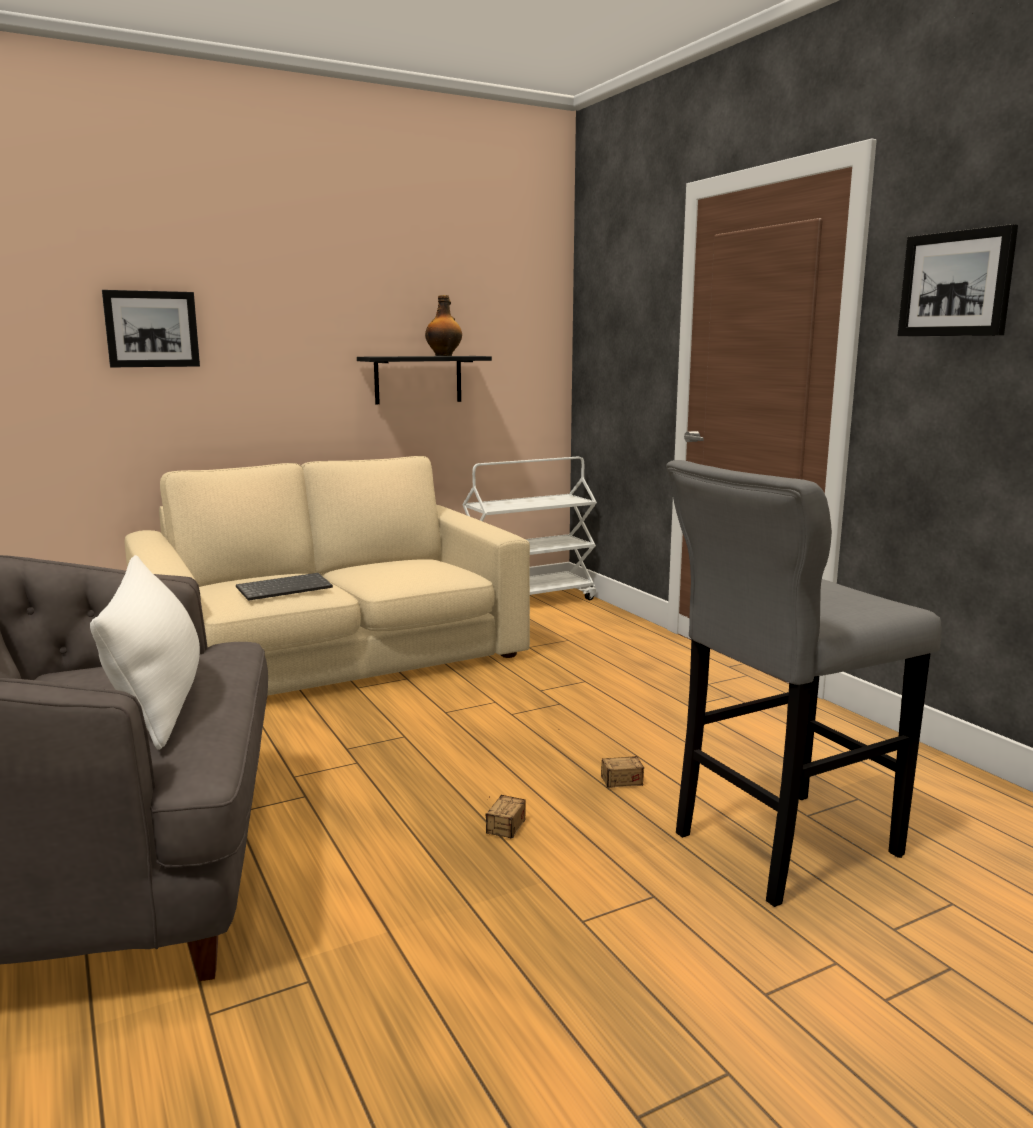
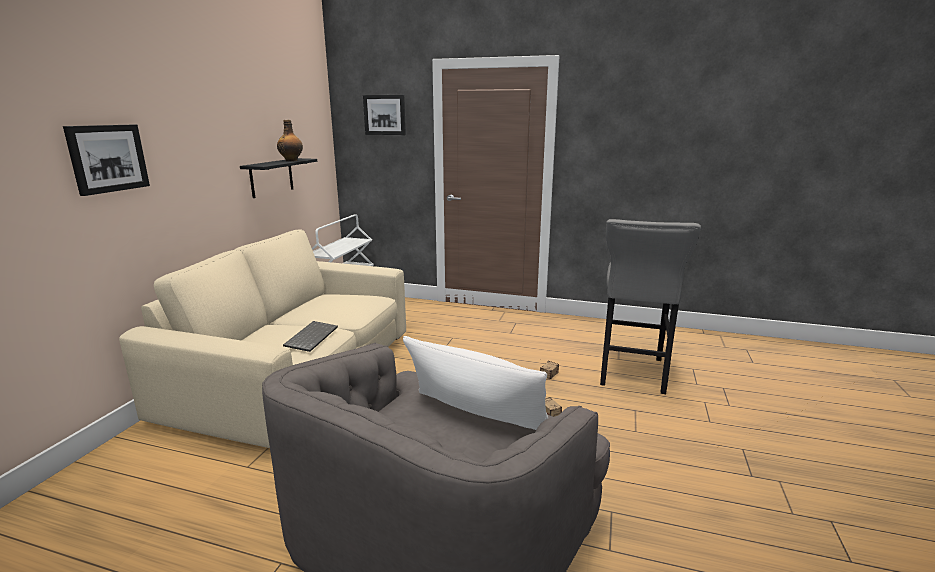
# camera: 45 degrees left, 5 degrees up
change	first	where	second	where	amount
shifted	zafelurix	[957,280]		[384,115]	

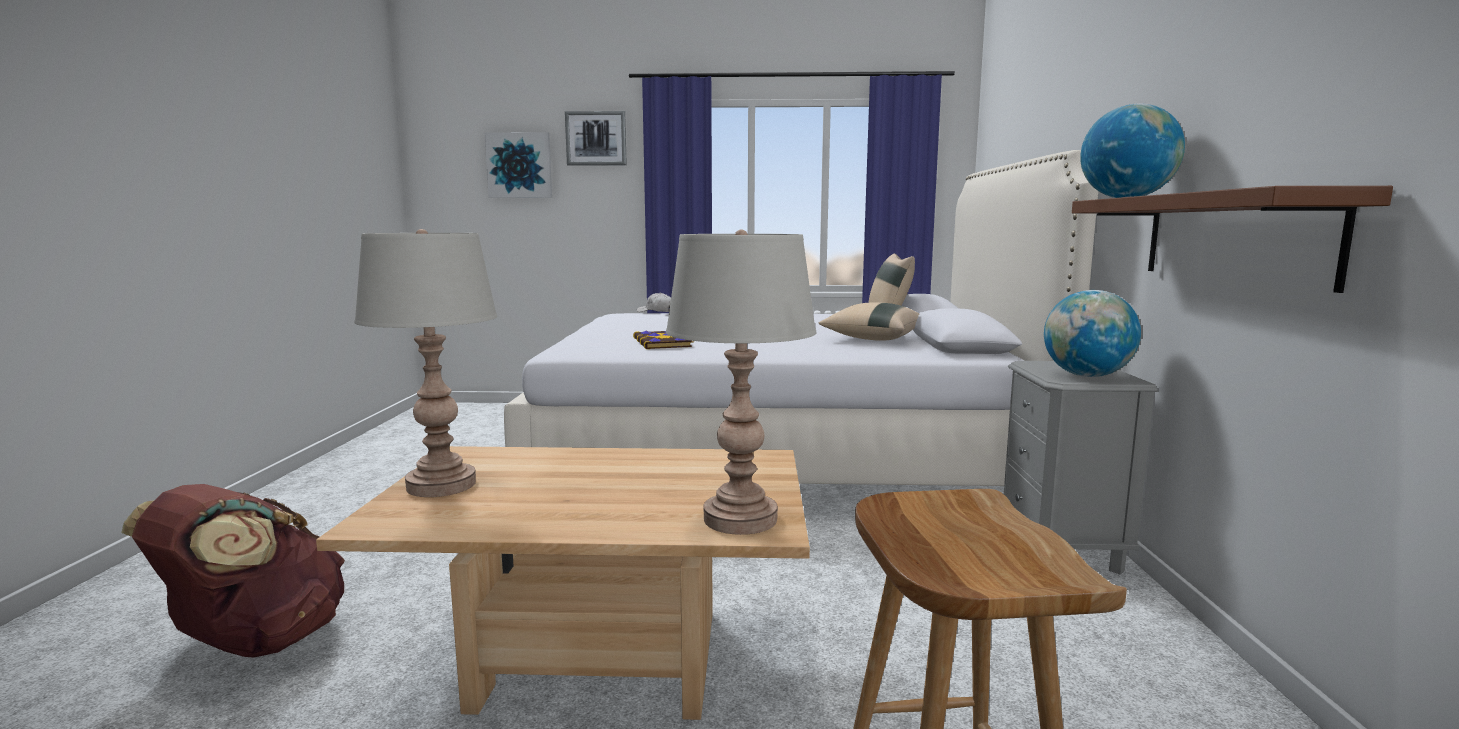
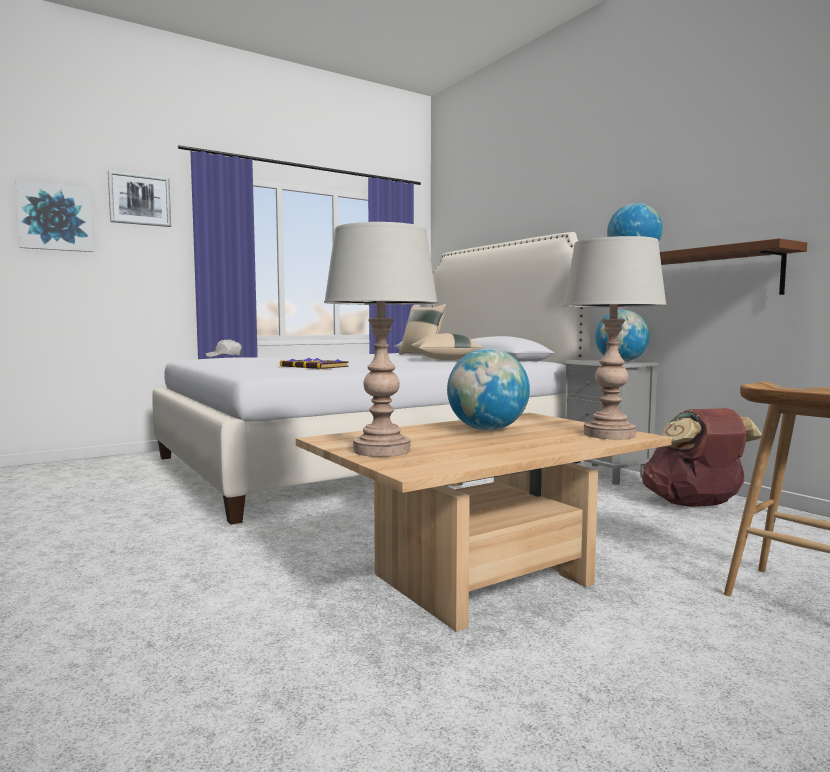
# camera: 35 degrees left, 5 degrees down
change	first	where	second	where	amount
shifted	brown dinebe	[233,571]		[702,457]	
new			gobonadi	[488,390]	

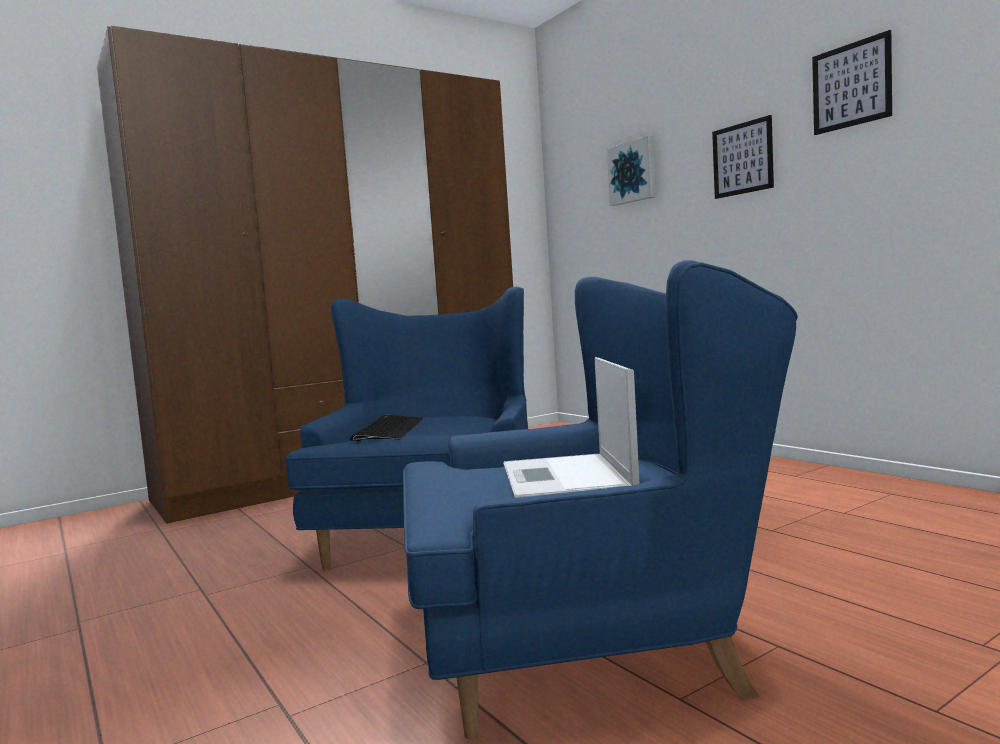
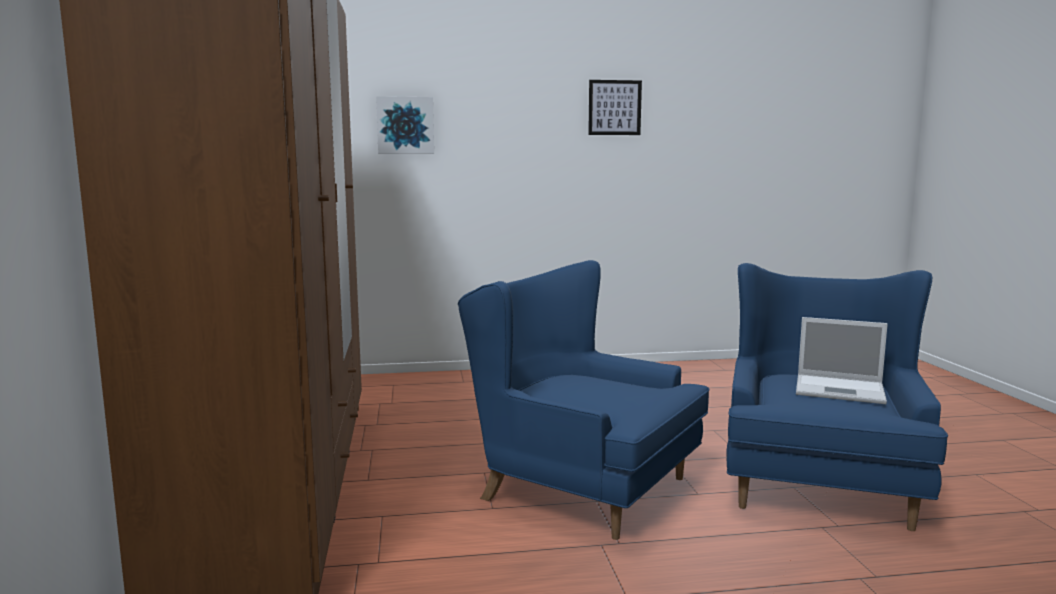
# camera: 65 degrees left, 5 degrees up
change	first	where	second	where	amount
gone	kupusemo	[386,428]			
gone	zafelurix	[743,157]			

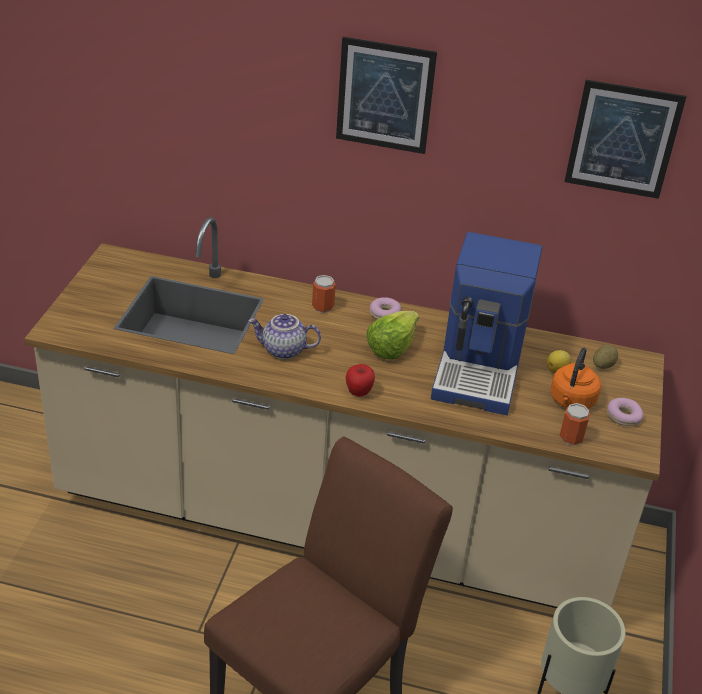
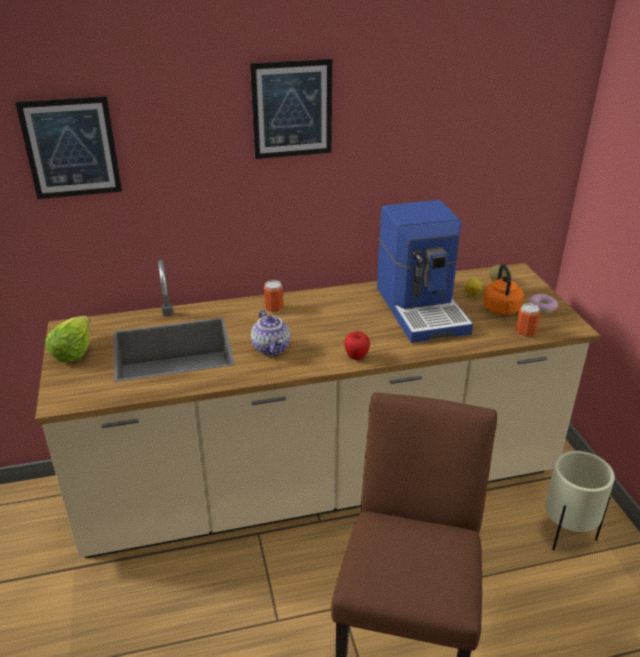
# camera: 25 degrees left, 5 degrees down
change	first	where	second	where	amount
rotated	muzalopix	[284,336]		[270,333]	90 degrees counterclockwise
shifted	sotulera	[392,335]		[67,339]	
gone	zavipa	[385,308]			
shifted	zafelurix	[625,139]		[68,147]	

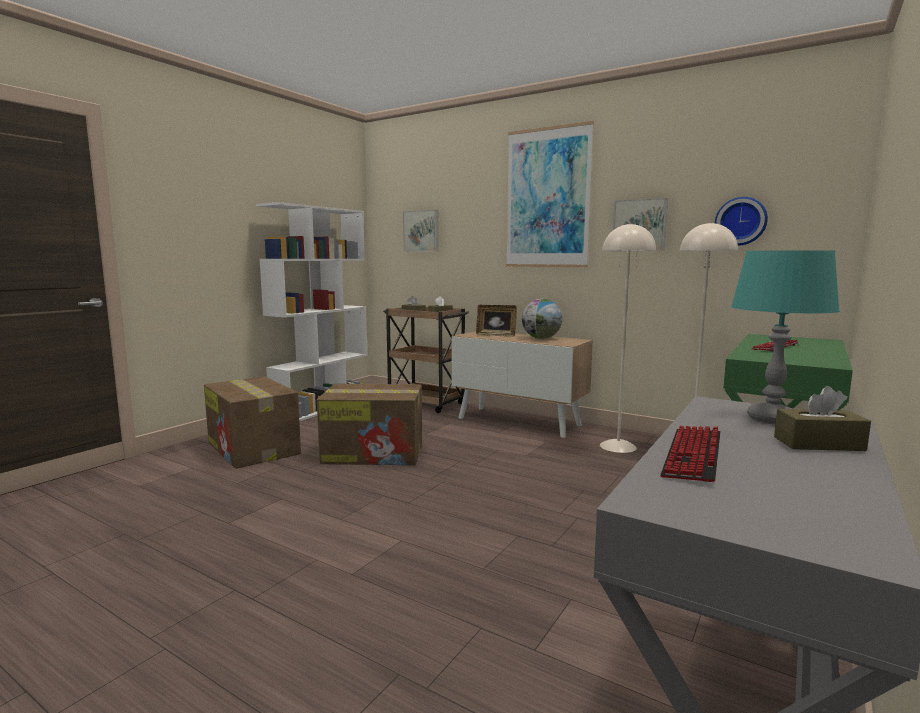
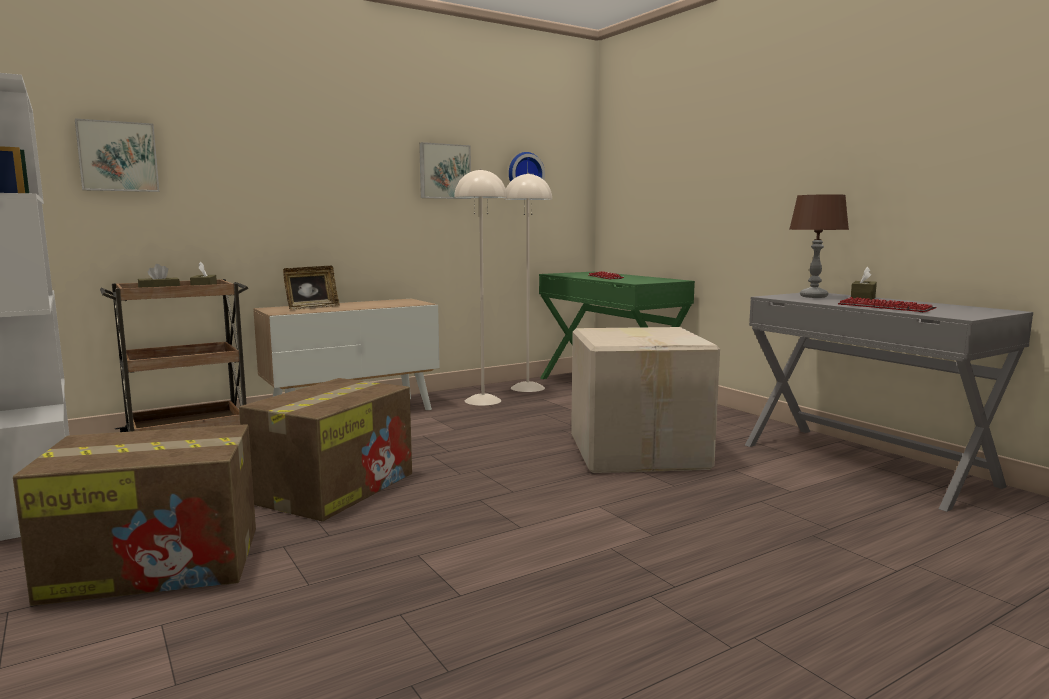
# camera: 65 degrees left, 0 degrees up
change	first	where	second	where	amount
gone	zafelurix	[550,194]			
gone	gobonadi	[542,319]			
repainted	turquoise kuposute	[785,337]	brown kuposute	[819,246]	
new			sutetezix	[645,400]	

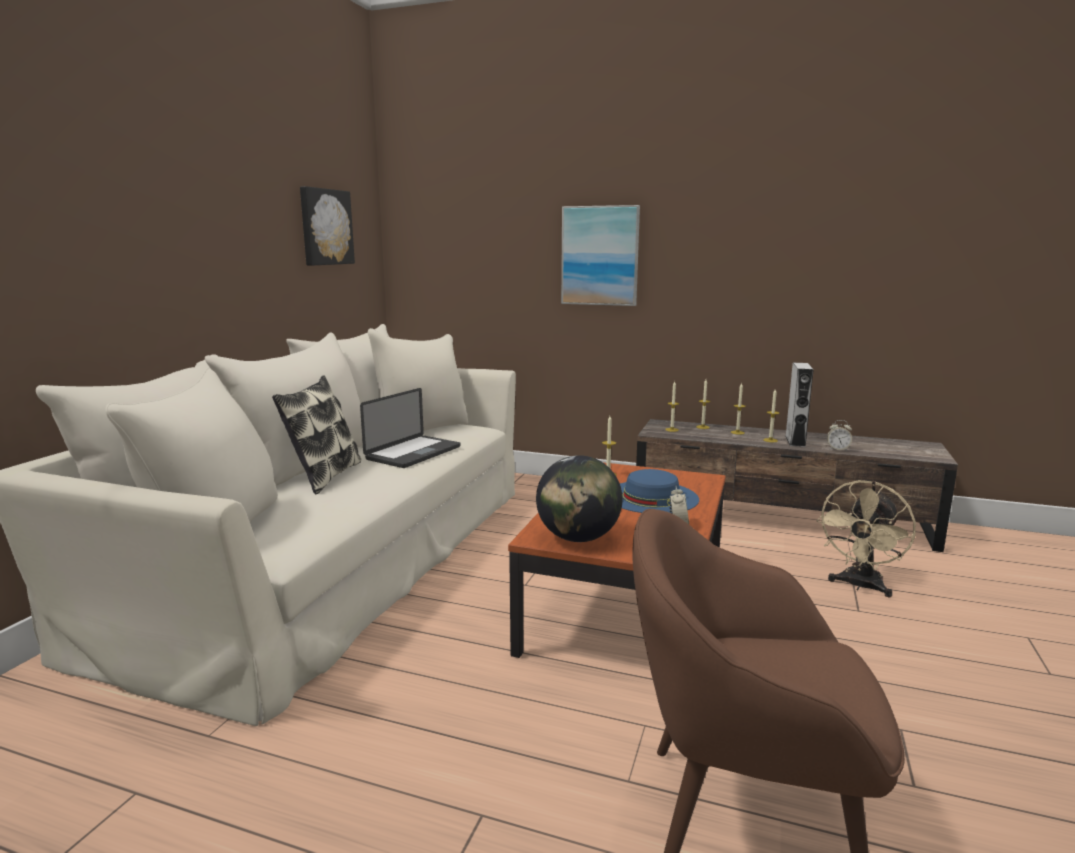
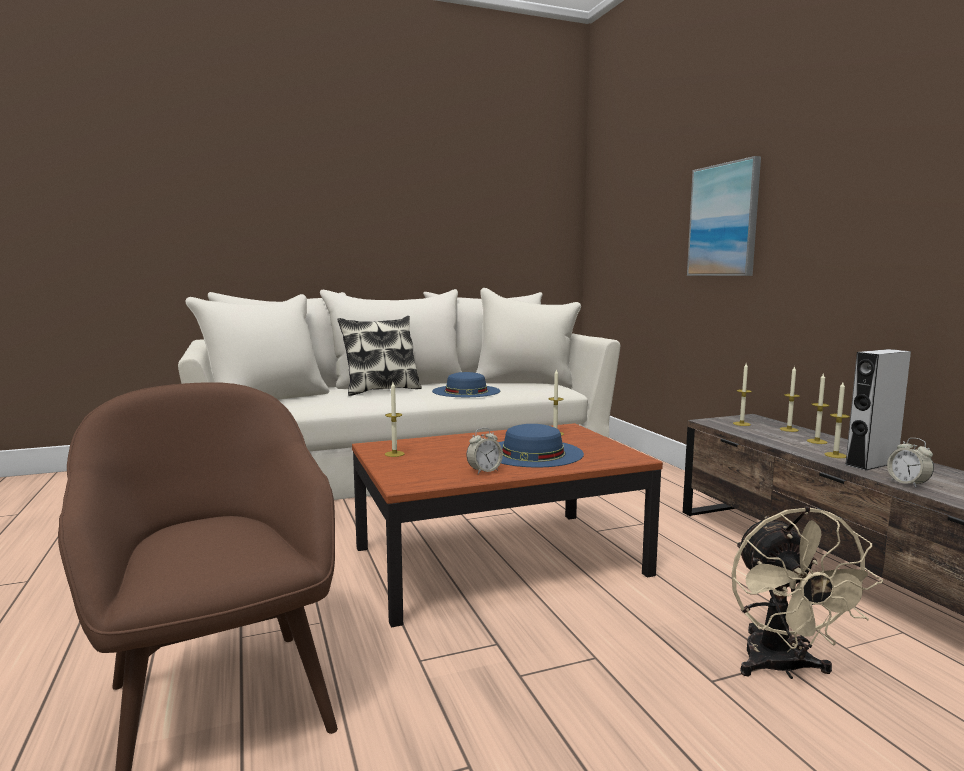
# camera: 50 degrees right, 5 degrees down
change	first	where	second	where	amount
gone	zafelurix	[327,226]			
swapped	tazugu	[410,428]	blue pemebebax	[466,384]	
swapped	gobonadi	[579,498]	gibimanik	[395,419]	
rotated	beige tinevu	[866,539]		[807,593]	90 degrees counterclockwise

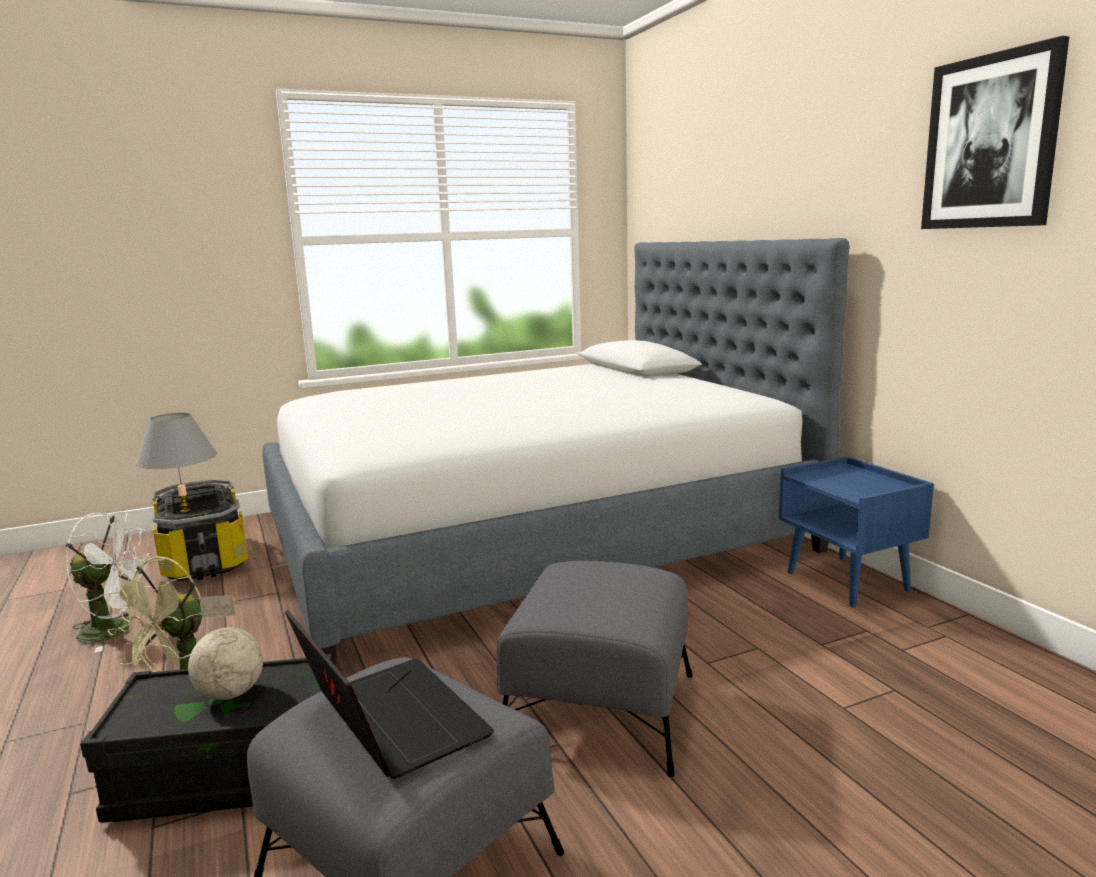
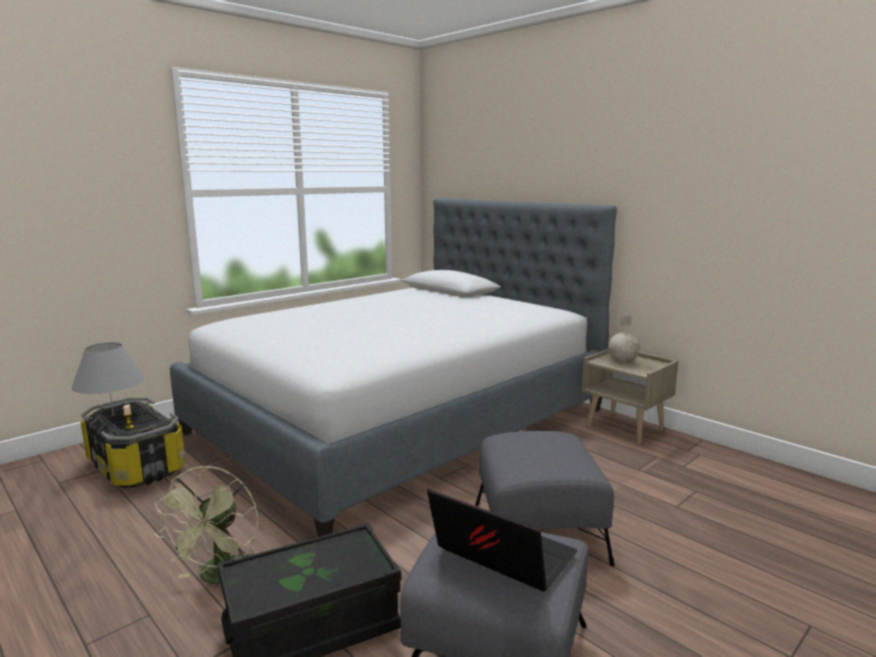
# camera: 20 degrees left, 0 degrees up
change	first	where	second	where	amount
gone	white tinevu	[110,582]			
shifted	gobonadi	[225,647]		[624,339]	
repainted	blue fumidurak	[856,532]	beige fumidurak	[630,396]	
gone	zafelurix	[995,132]			

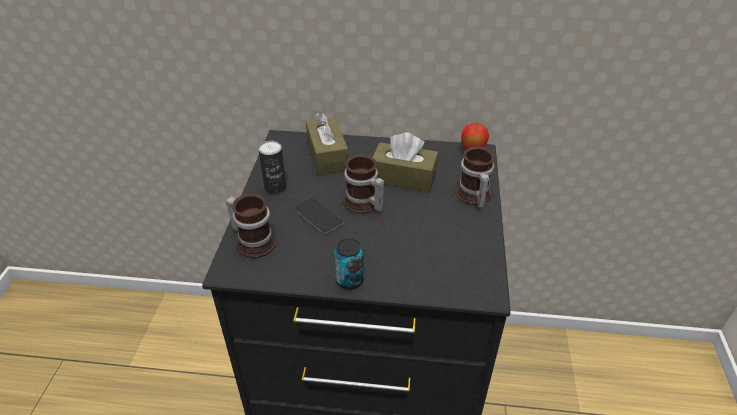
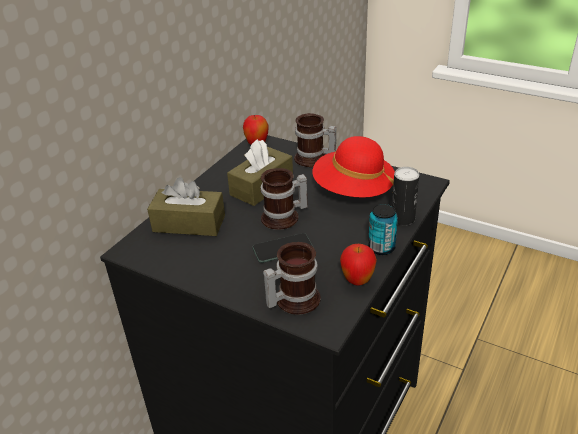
# camera: 65 degrees left, 5 degrees down
change	first	where	second	where	amount
shifted	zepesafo	[273,167]		[406,196]	
new			red pemebebax	[354,167]	
new			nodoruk	[358,265]	

